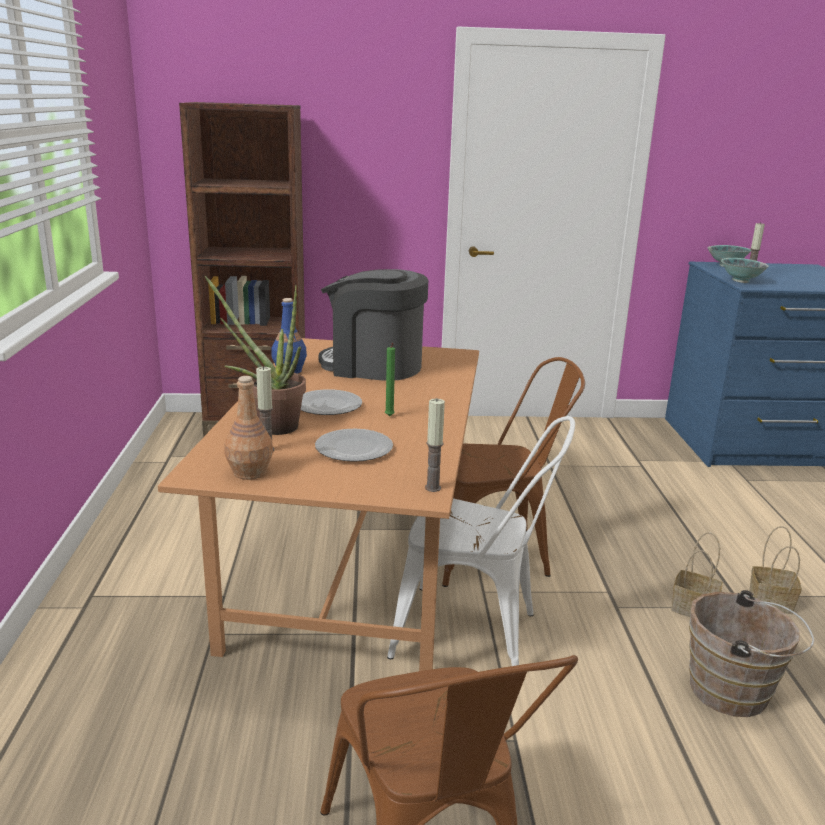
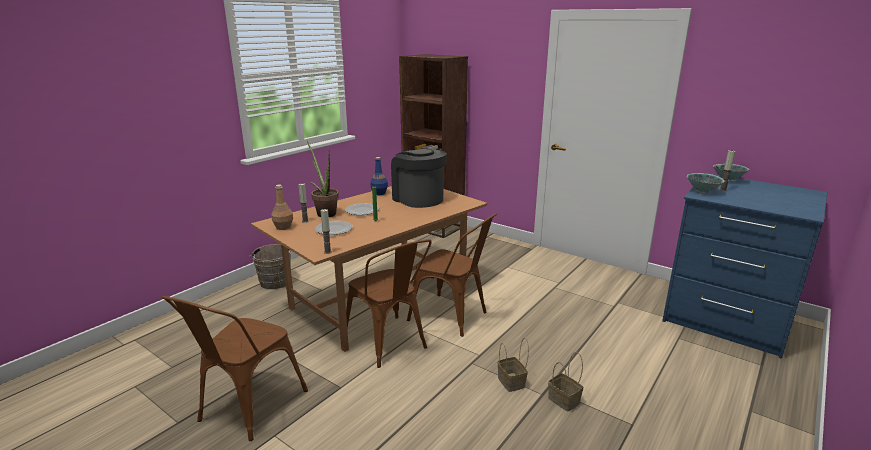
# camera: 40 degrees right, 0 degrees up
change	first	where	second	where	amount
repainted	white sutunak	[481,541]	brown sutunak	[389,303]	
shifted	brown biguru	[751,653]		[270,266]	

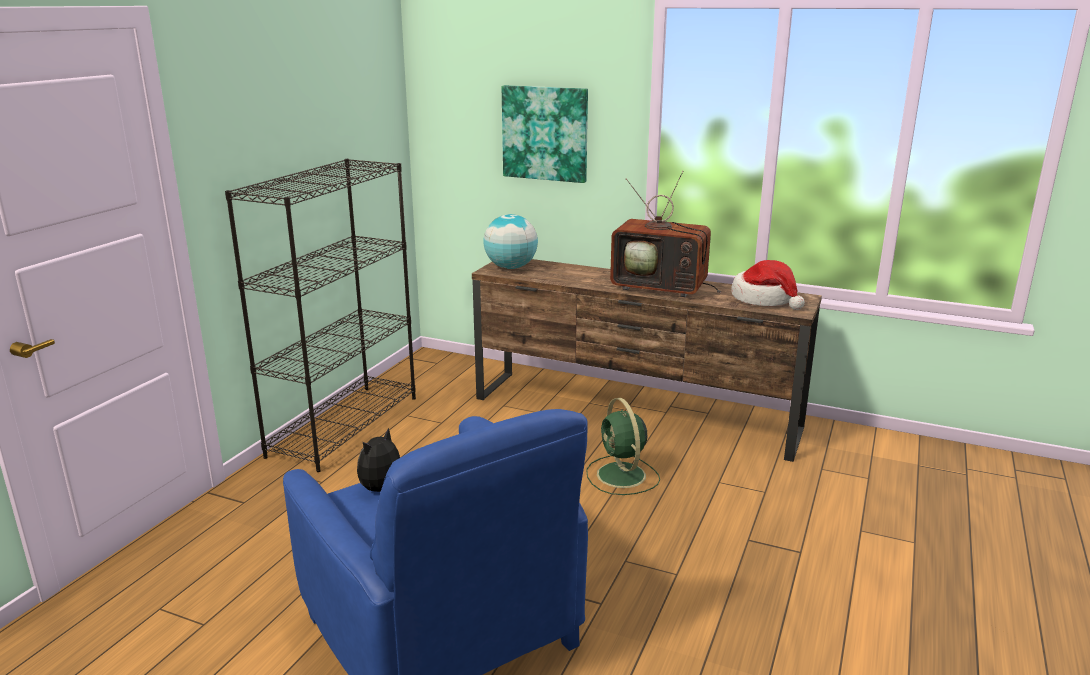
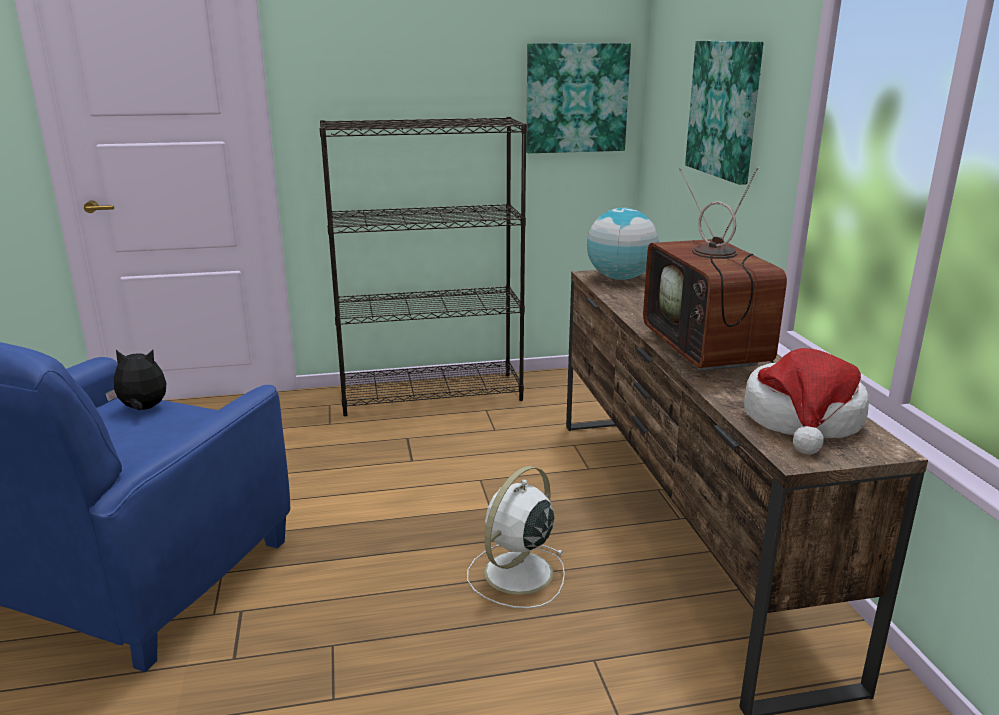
# camera: 55 degrees right, 0 degrees up
change	first	where	second	where	amount
repainted	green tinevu	[623,446]	white tinevu	[516,537]	
new			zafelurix	[578,98]	

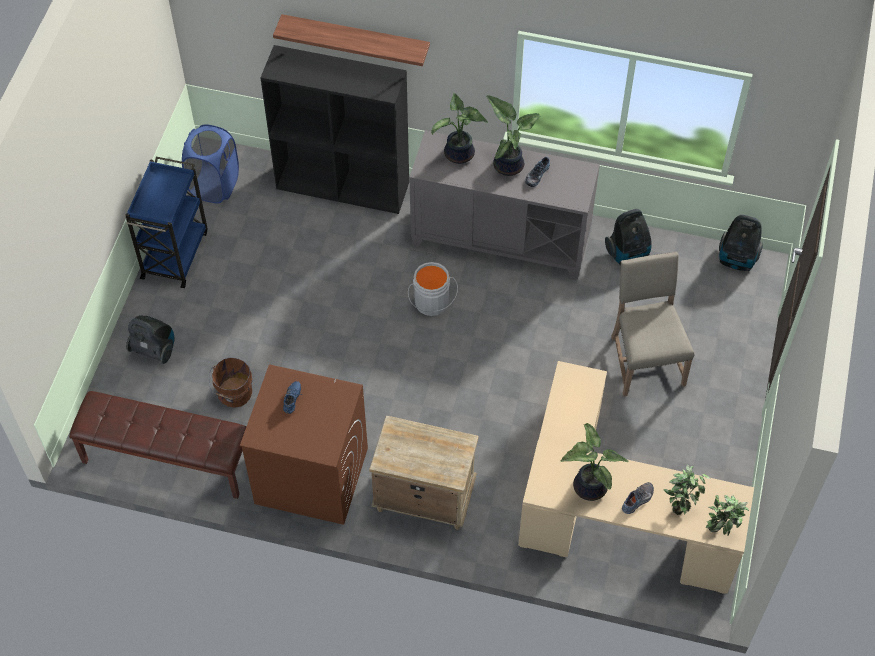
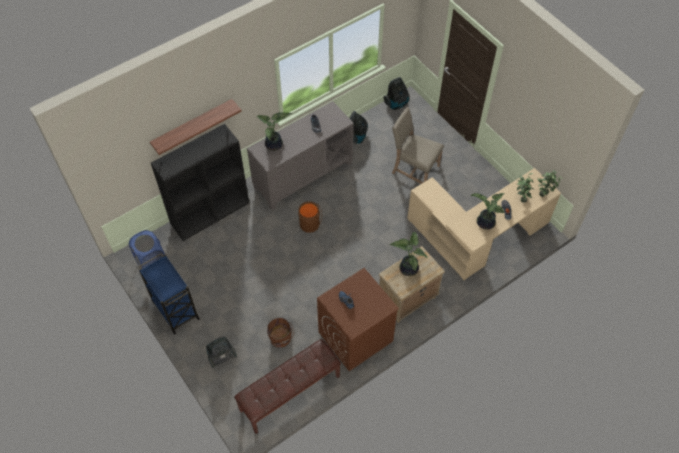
# camera: 50 degrees left, 0 degrees up
change	first	where	second	where	amount
repainted	grey biguru	[433,289]	brown biguru	[310,217]	
shifted	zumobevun	[513,135]		[408,254]	

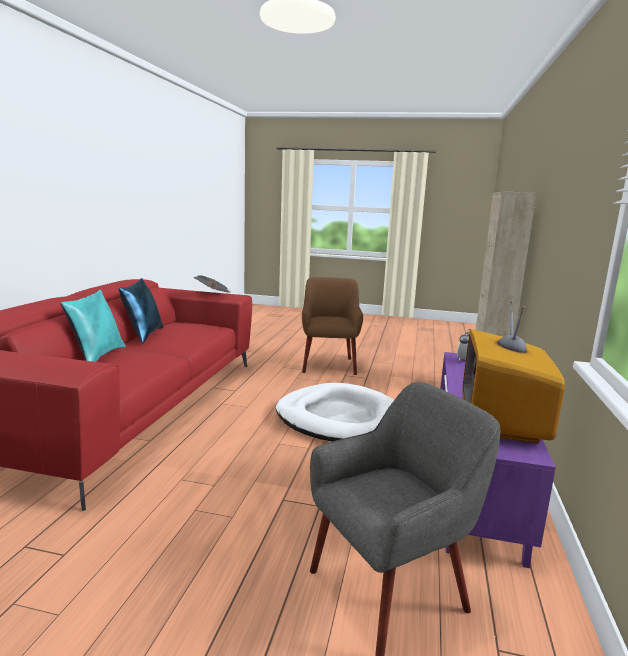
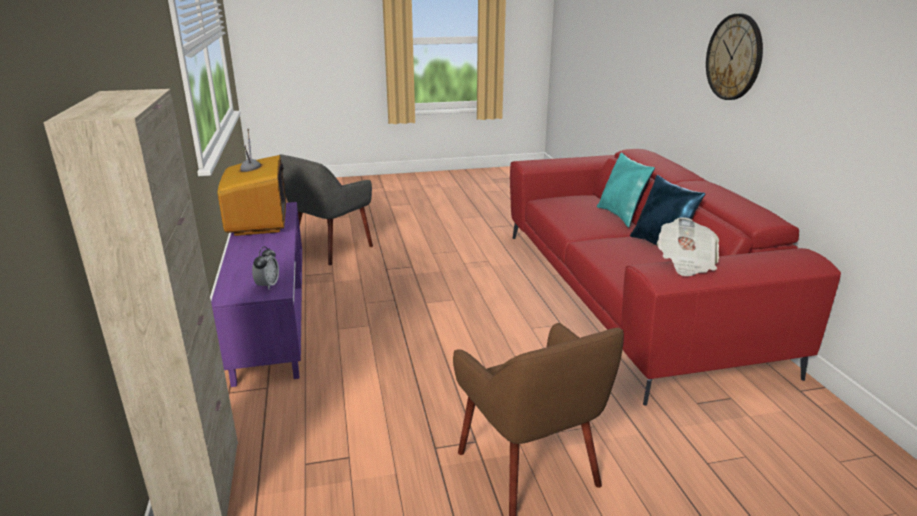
# camera: 155 degrees right, 10 degrees up
change	first	where	second	where	amount
gone	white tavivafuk	[335,412]			
new			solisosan	[734,57]	

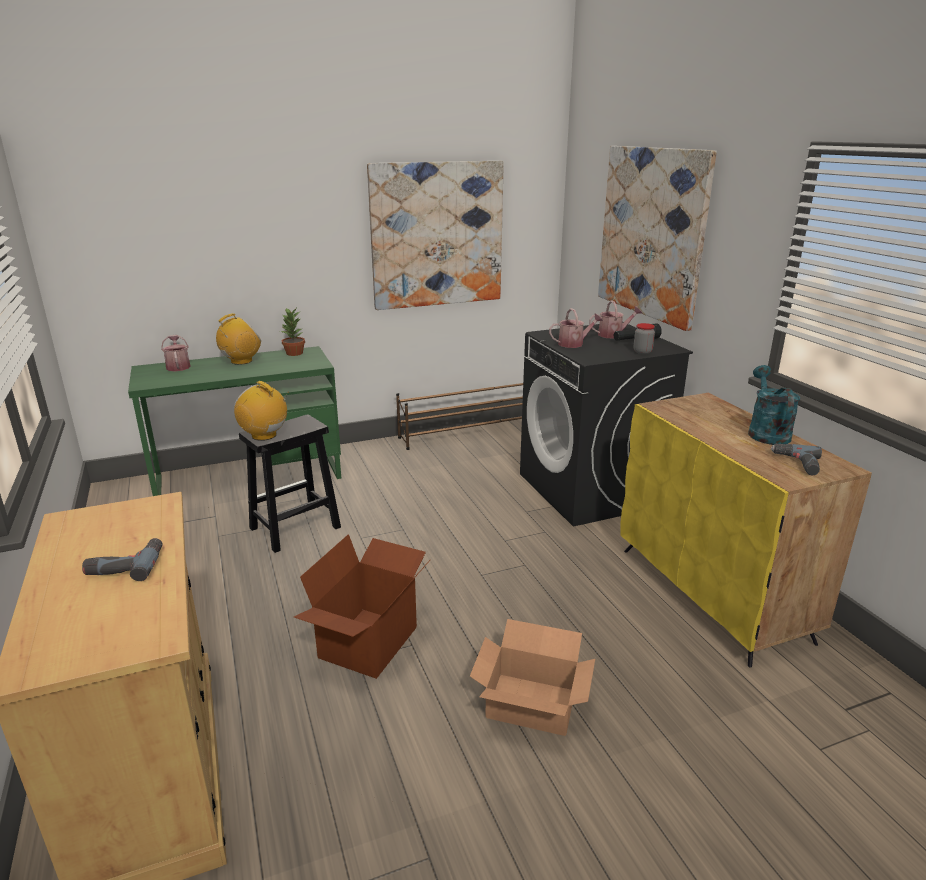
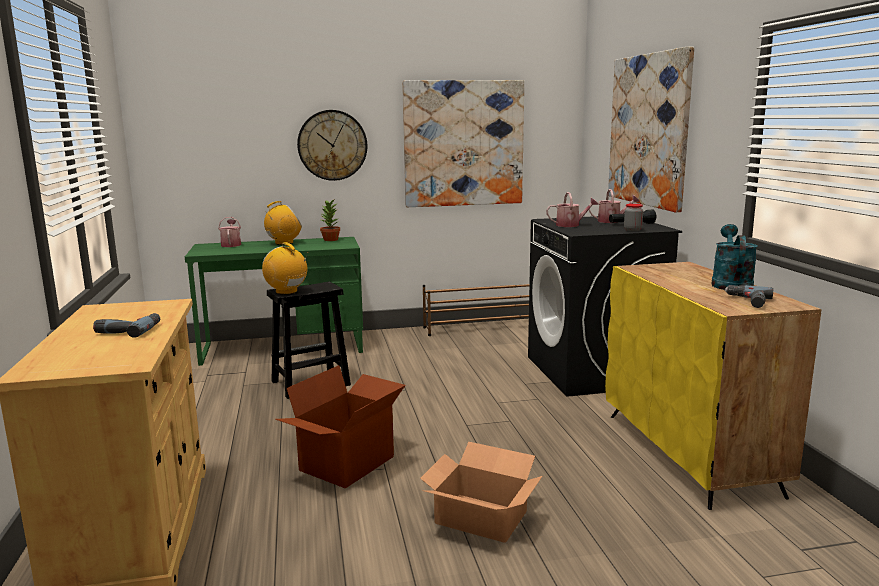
# camera: 10 degrees right, 10 degrees down
change	first	where	second	where	amount
new			solisosan	[332,145]	

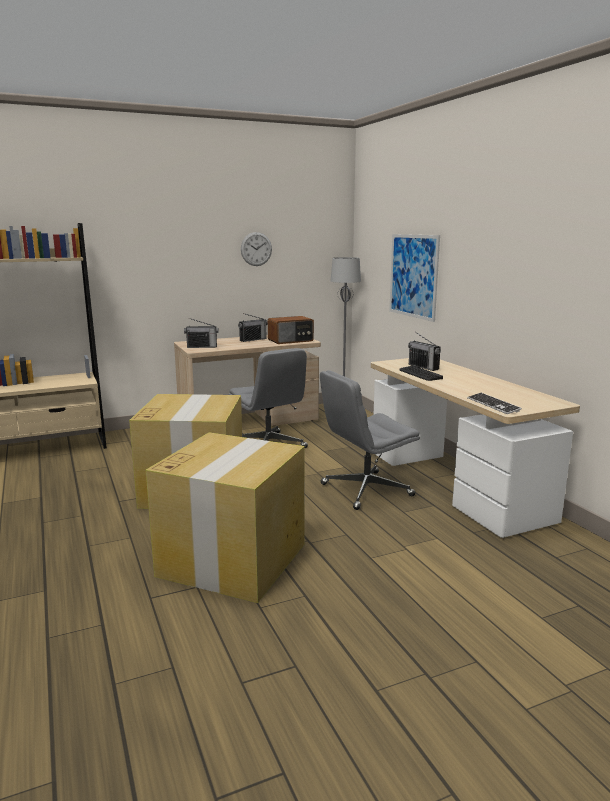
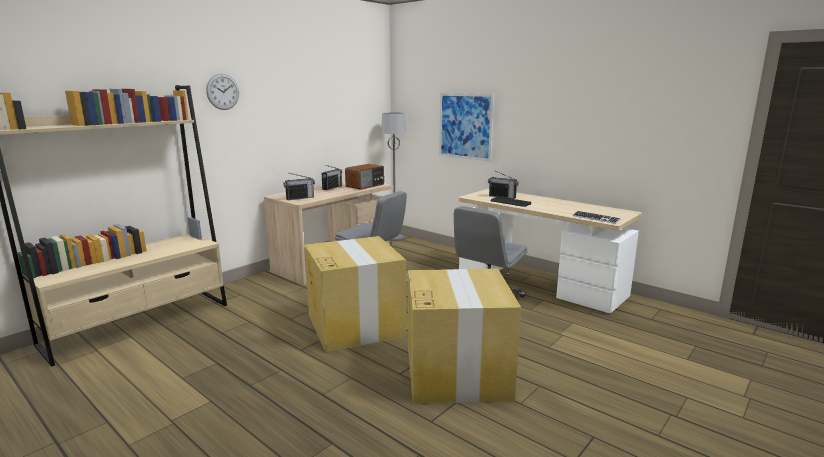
# camera: 25 degrees left, 0 degrees up
change	first	where	second	where	amount
shifted	solisosan	[256,249]		[222,92]	

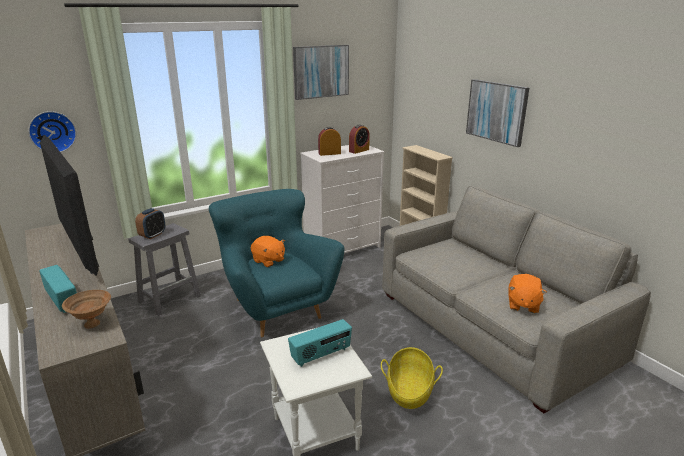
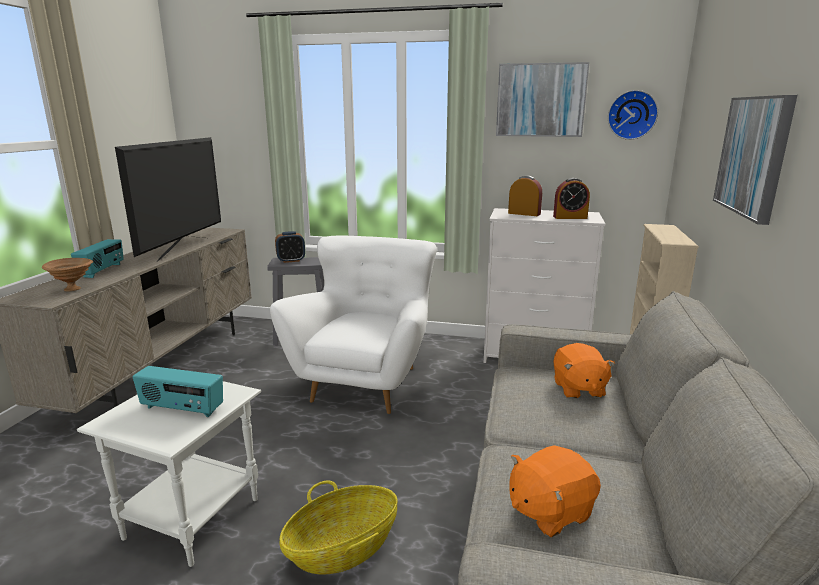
# camera: 45 degrees right, 5 degrees down
change	first	where	second	where	amount
shifted	solisosan	[52,131]		[633,115]	
repainted	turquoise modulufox	[276,263]	white modulufox	[353,325]	
shifted	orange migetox	[268,251]		[584,370]	

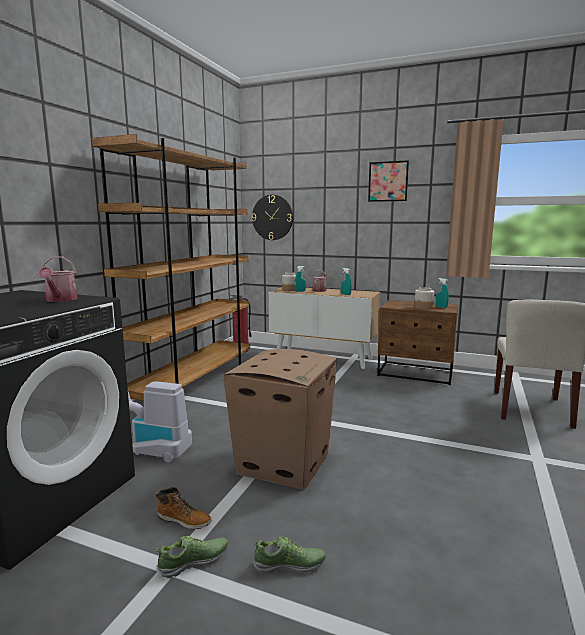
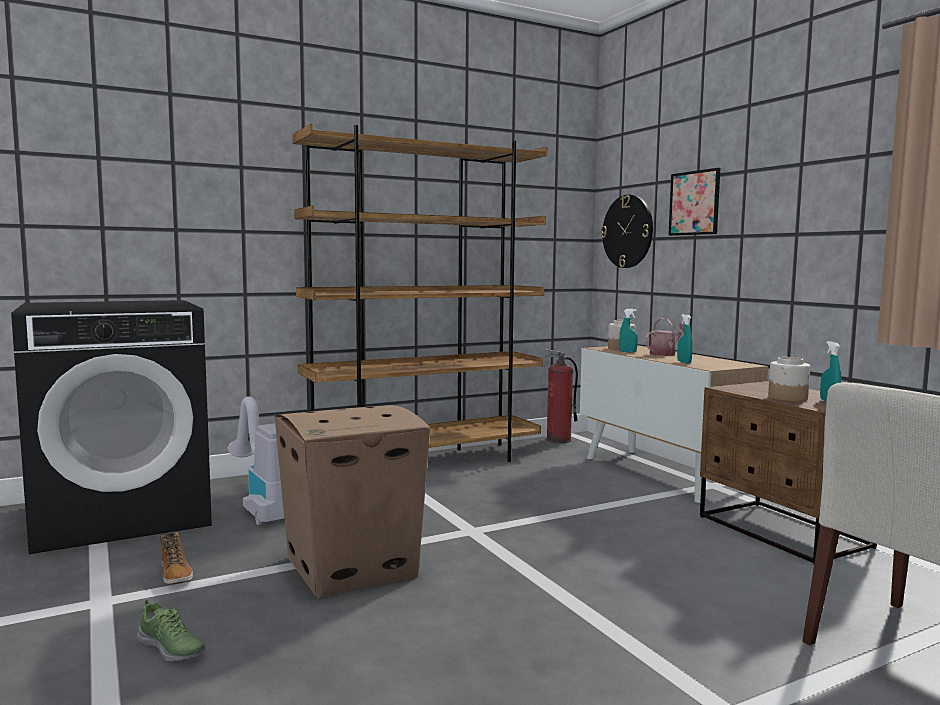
# camera: 40 degrees right, 5 degrees down
change	first	where	second	where	amount
gone	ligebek	[57,279]			
gone	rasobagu	[192,557]			
shifted	zafelurix	[388,181]		[694,202]	

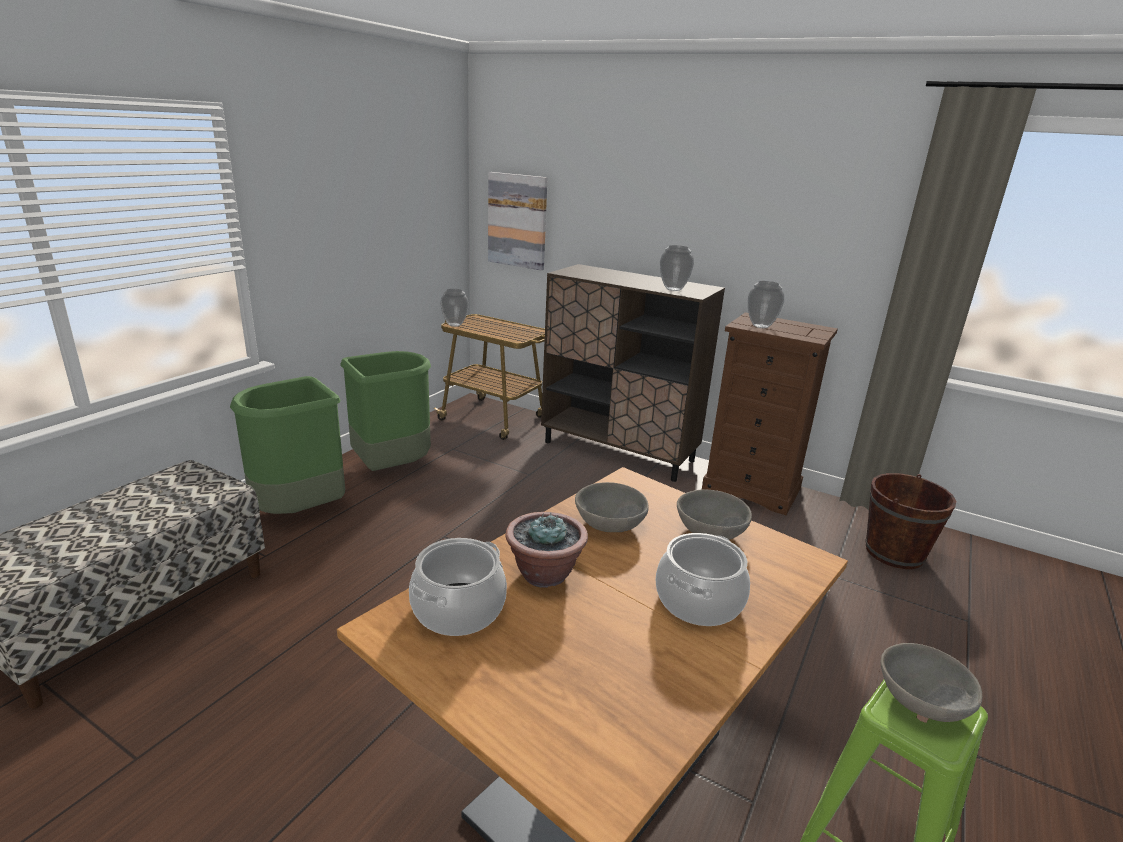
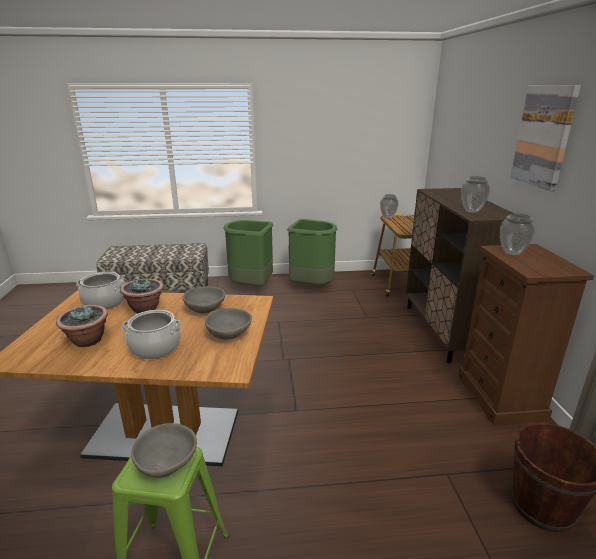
# camera: 55 degrees right, 0 degrees up
change	first	where	second	where	amount
shifted	zafelurix	[517,221]		[545,138]	
new			zumobevun	[82,326]	

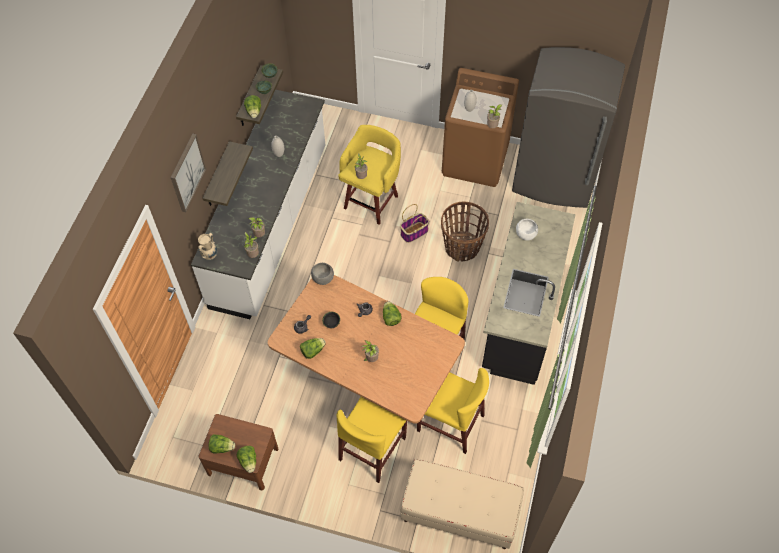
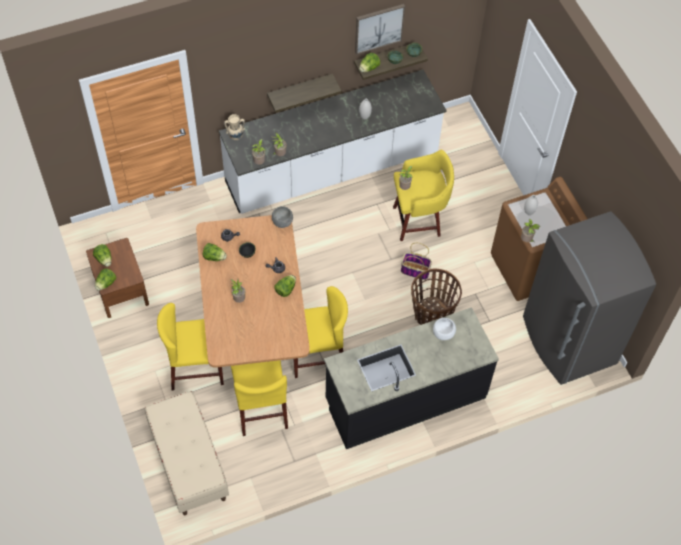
# camera: 50 degrees right, 0 degrees up
change	first	where	second	where	amount
shifted	zafelurix	[188,172]		[380,29]	

